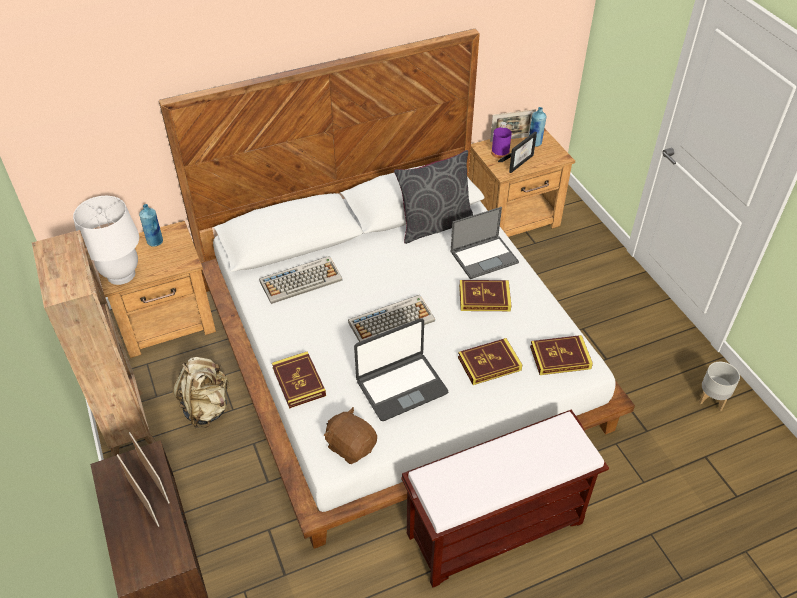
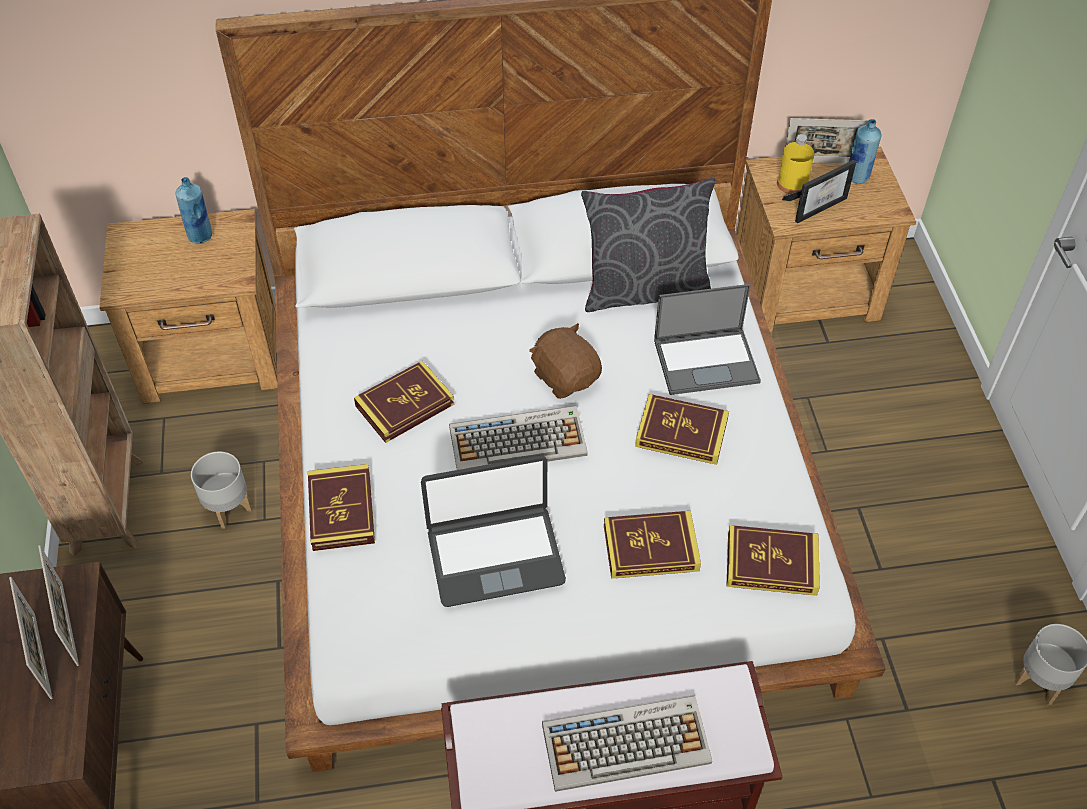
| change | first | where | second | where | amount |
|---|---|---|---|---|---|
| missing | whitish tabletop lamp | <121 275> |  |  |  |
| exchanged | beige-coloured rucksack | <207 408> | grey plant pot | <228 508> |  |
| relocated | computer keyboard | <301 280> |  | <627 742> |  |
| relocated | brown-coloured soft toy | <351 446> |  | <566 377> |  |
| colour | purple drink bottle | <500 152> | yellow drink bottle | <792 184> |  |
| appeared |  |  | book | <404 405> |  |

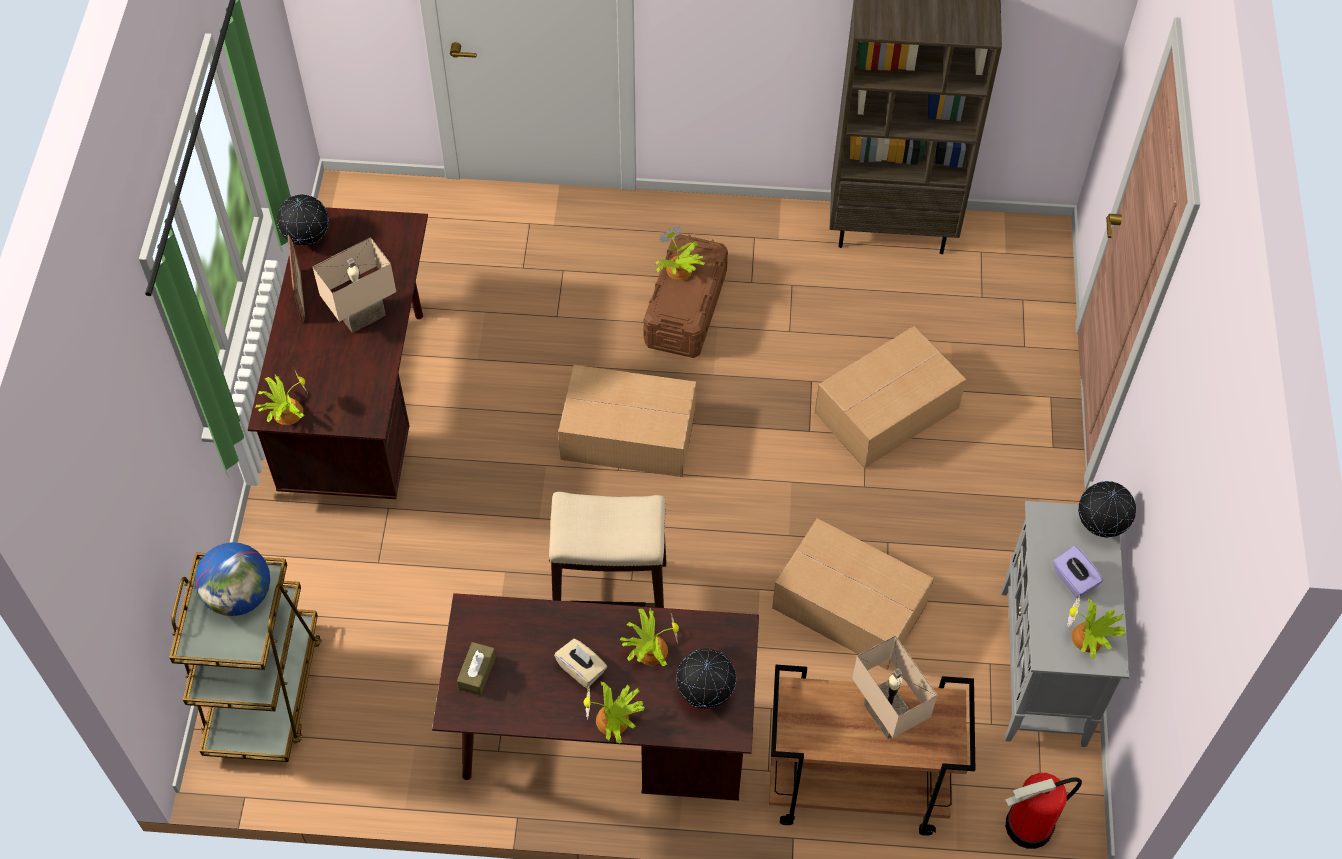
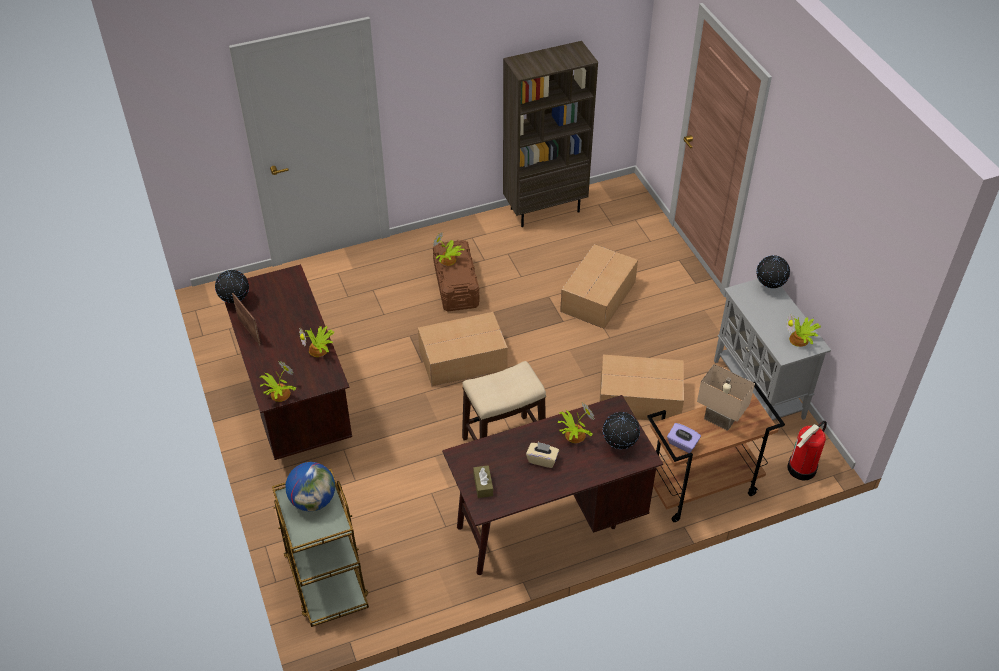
| change | first | where | second | where | amount |
|---|---|---|---|---|---|
| missing | beige-coloured tabletop lamp | <363 318> |  |  |  |
| relocated | houseplant | <614 721> |  | <319 350> |  |
| relocated | purple box of tissues | <1073 580> |  | <682 444> |  |

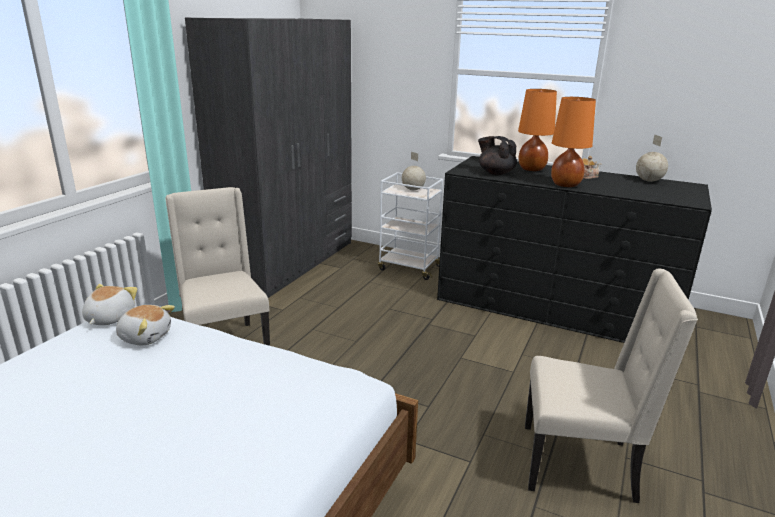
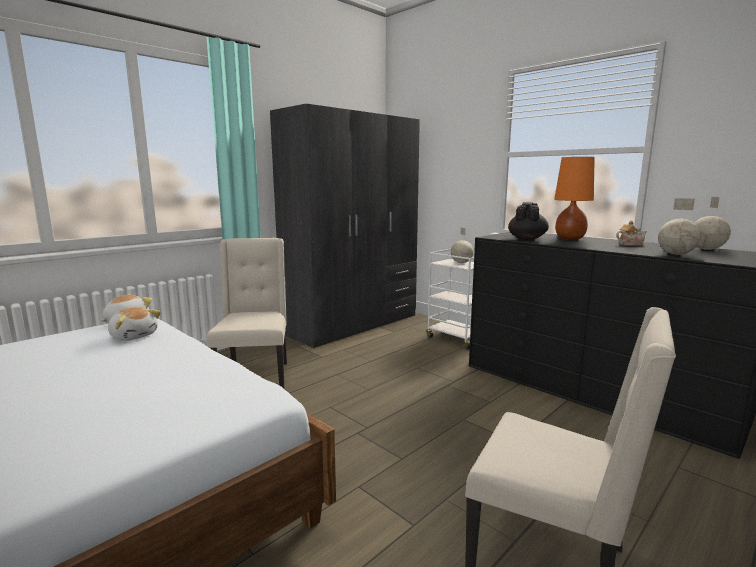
| change | first | where | second | where | amount |
|---|---|---|---|---|---|
| spun | black pot for tea | <495 173> |  | <527 239> | 45 degrees clockwise |
| missing | orange tabletop lamp | <566 185> |  |  |  |
| appeared |  |  | world globe | <675 254> |  |

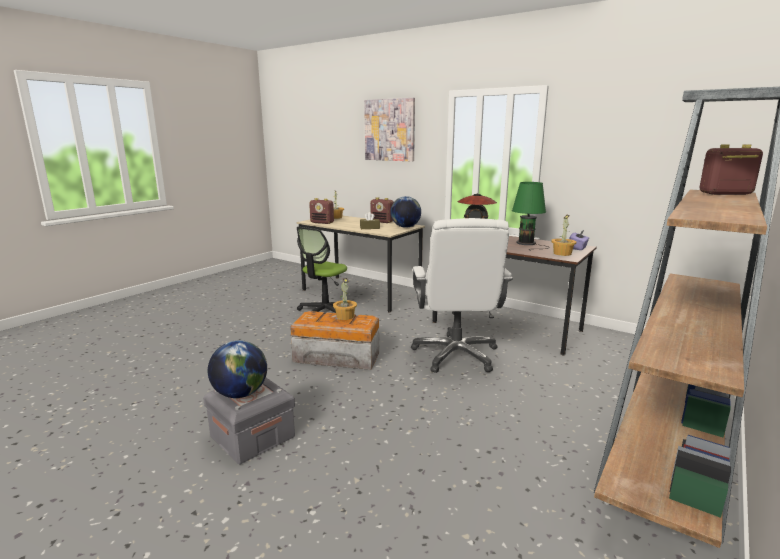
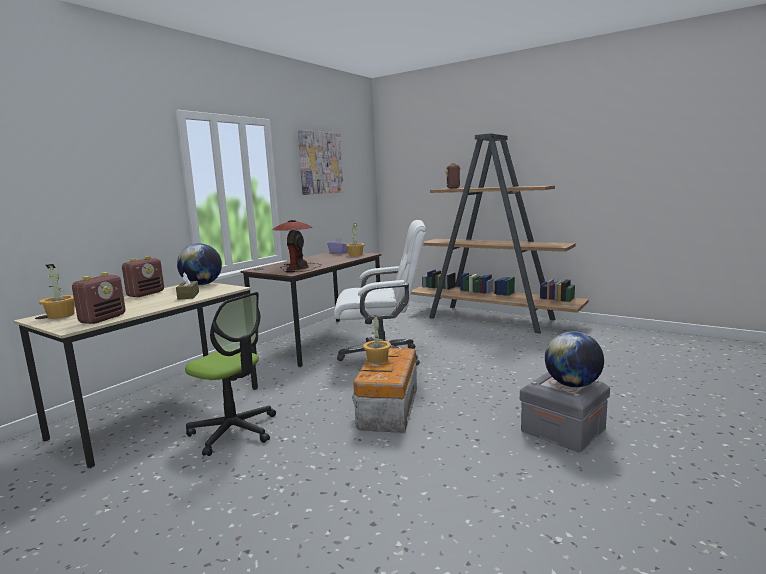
| change | first | where | second | where | amount |
|---|---|---|---|---|---|
| relocated | wall art | <390 130> |  | <320 163> |  |
| missing | green-coloured tabletop lamp | <527 243> |  |  |  |

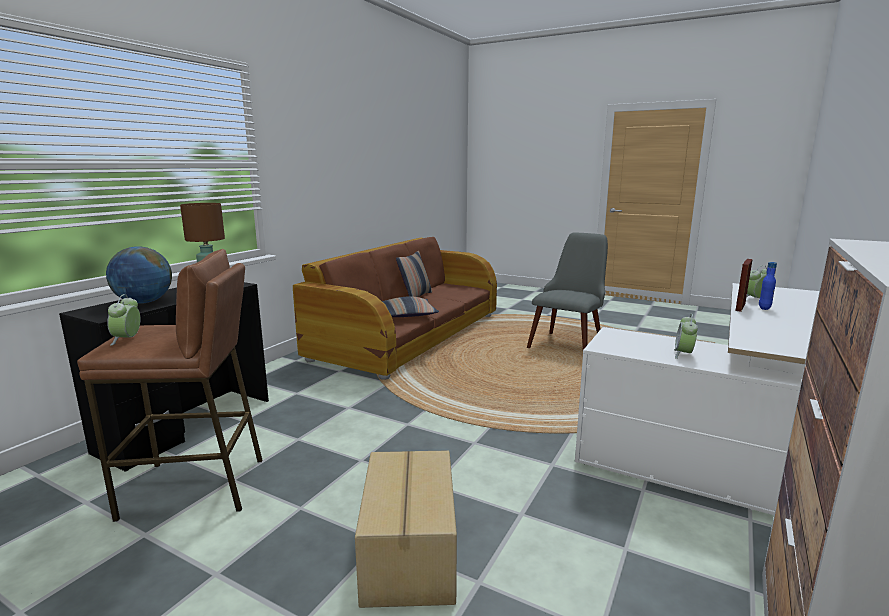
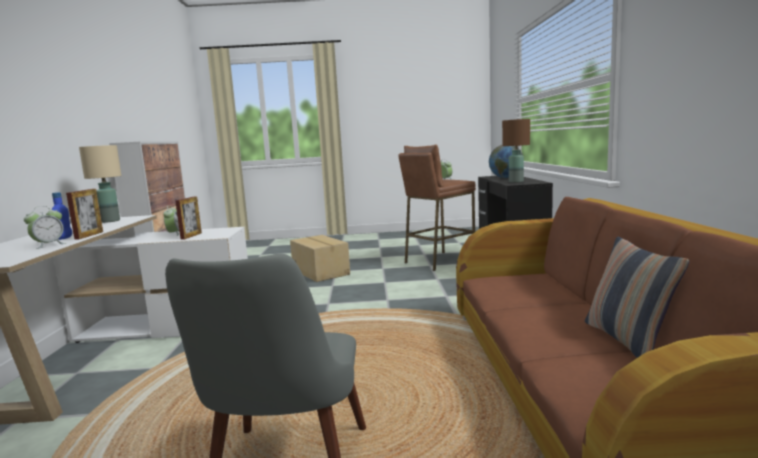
| change | first | where | second | where | amount |
|---|---|---|---|---|---|
| missing | pillow | <407 315> |  |  |  |
| appeared |  |  | beige-coloured tabletop lamp | <110 221> |  |
| appeared |  |  | picture frame | <191 236> |  |

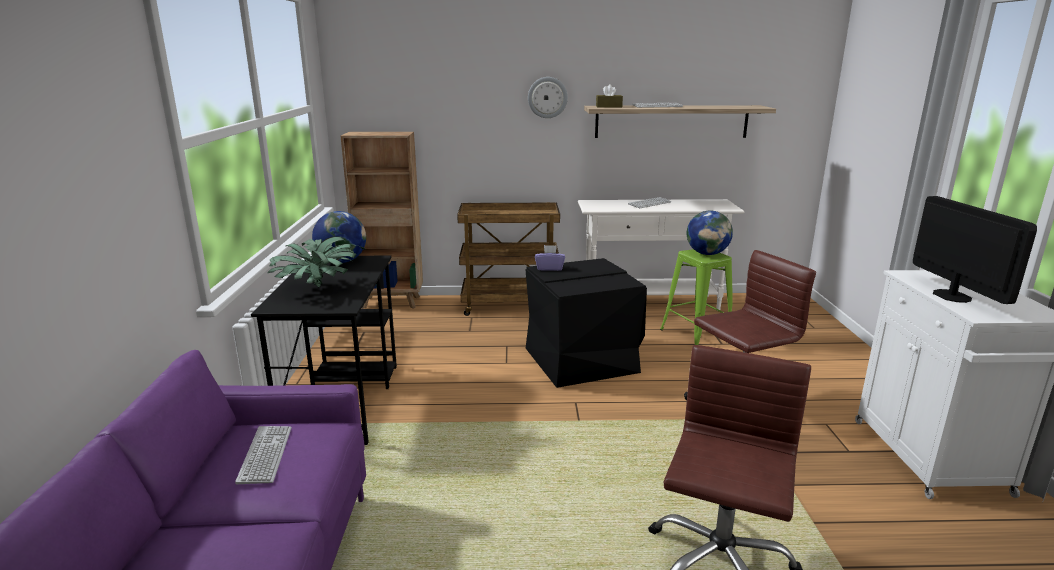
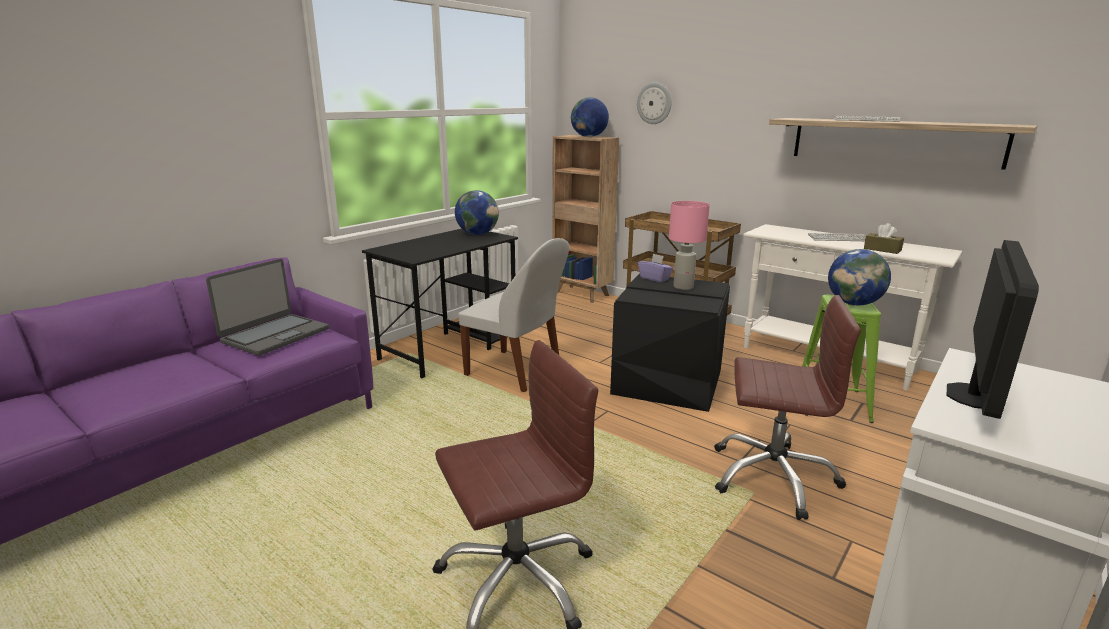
| change | first | where | second | where | amount |
|---|---|---|---|---|---|
| exchanged | computer keyboard | <265 455> | portable computer | <275 335> |  |
| missing | houseplant | <317 289> |  |  |  |
| relocated | hanging clock | <547 97> |  | <654 103> |  |
| relocated | brown-coloured box of tissues | <609 106> |  | <882 249> |  |
| appeared |  |  | whitish plain chair | <515 371> |  |
| appeared |  |  | world globe | <589 137> |  |
| appeared |  |  | pinkish tabletop lamp | <683 287> |  |

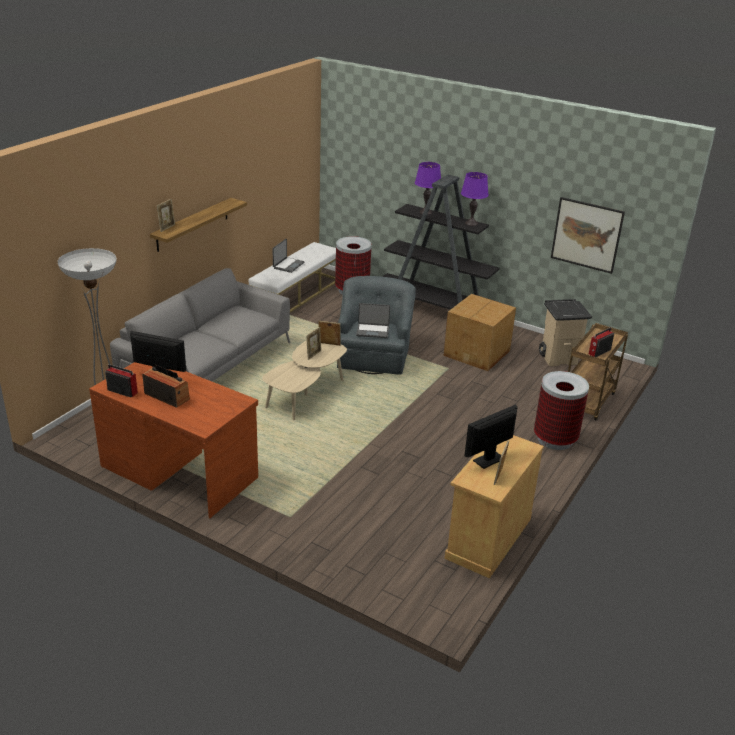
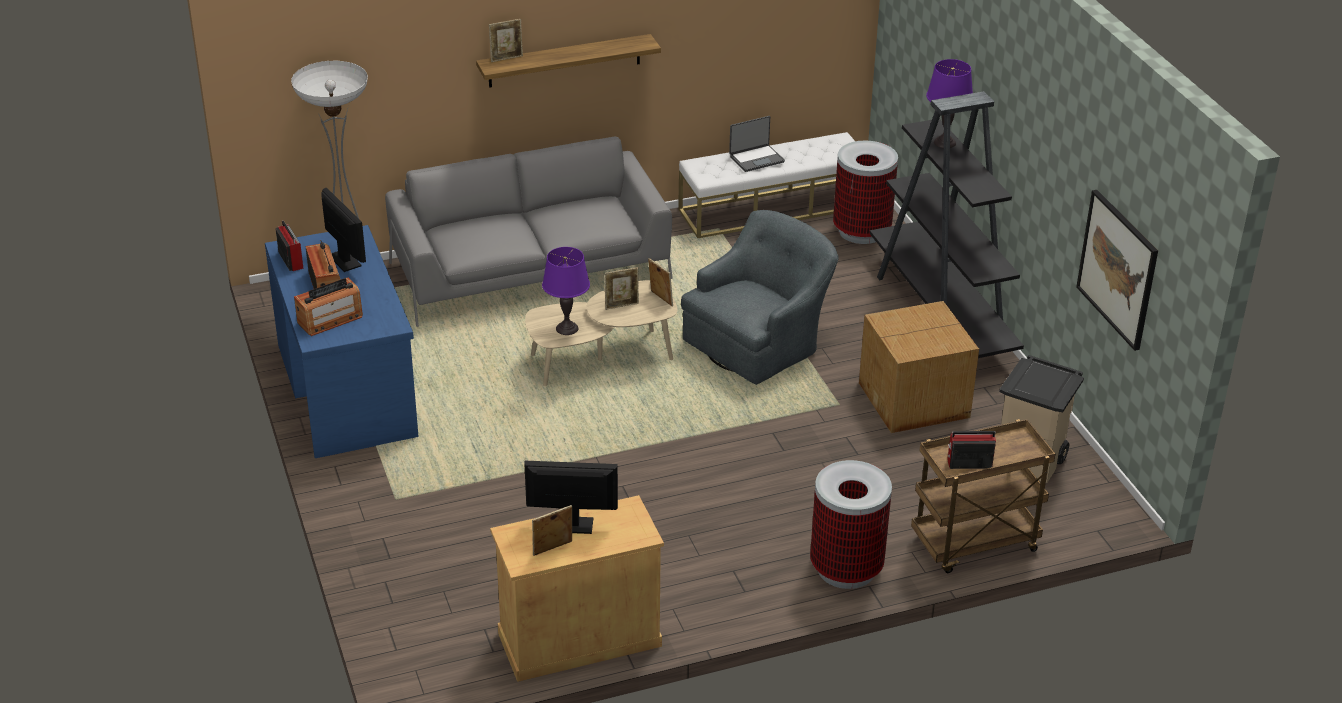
| change | first | where | second | where | amount |
|---|---|---|---|---|---|
| colour | brown-coloured desk unit | <179 471> | blue desk unit | <347 389> |  |
| missing | portable computer | <372 331> |  |  |  |
| relocated | purple tabletop lamp | <471 223> |  | <567 328> |  |
| appeared |  |  | radio receiver | <330 320> |  |

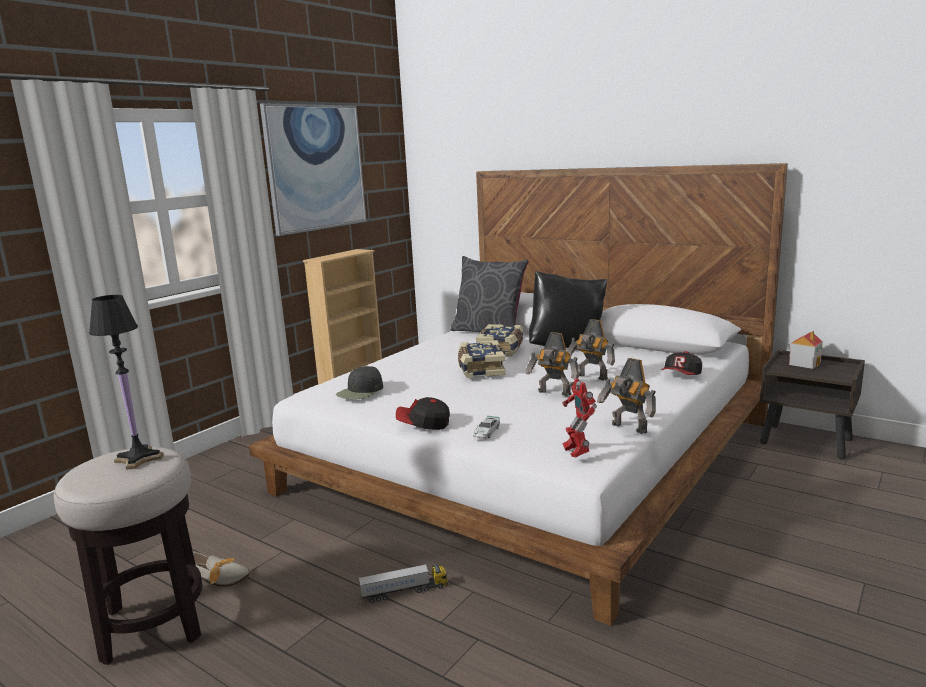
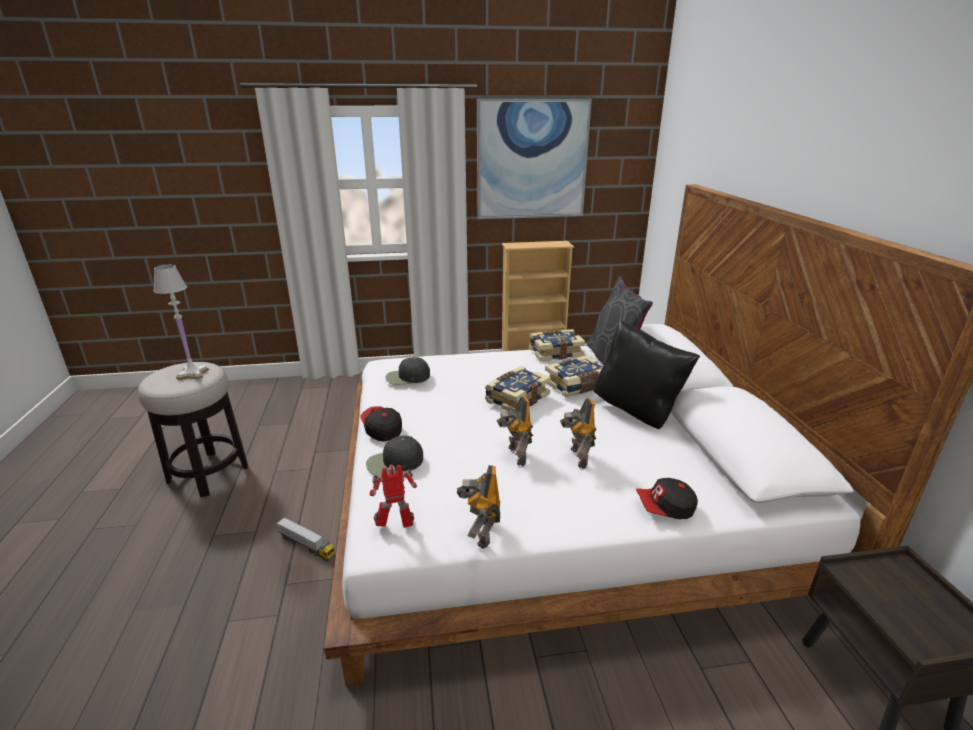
| change | first | where | second | where | amount |
|---|---|---|---|---|---|
| colour | black tabletop lamp | <139 458> | whitish tabletop lamp | <193 374> |  |
| missing | shoe | <221 578> |  |  |  |
| exchanged | miniature car | <486 432> | black baseball cap | <394 463> |  |
| spun | model robot | <576 453> |  | <396 526> | 45 degrees clockwise |
| missing | toy house | <804 363> |  |  |  |
| appeared |  |  | book | <555 352> |  |

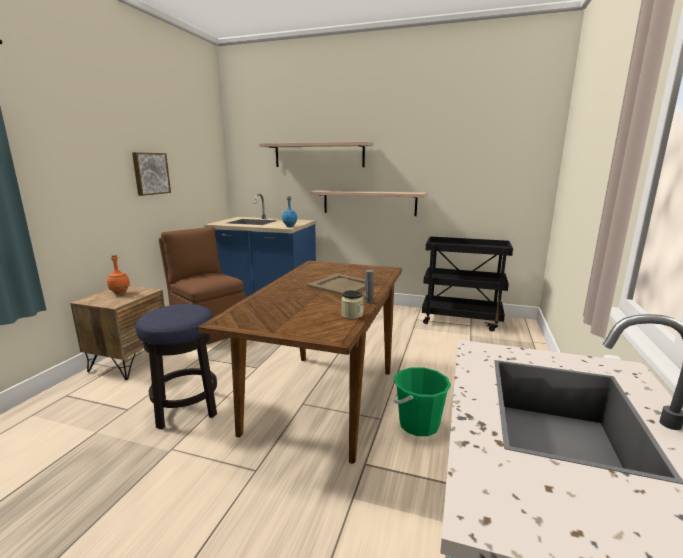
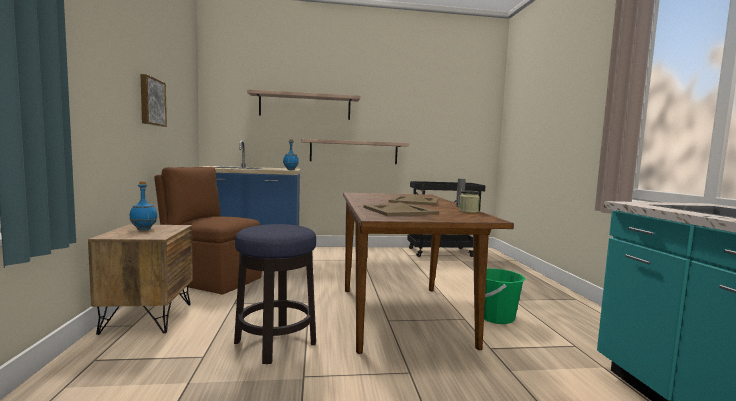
| change | first | where | second | where | amount |
|---|---|---|---|---|---|
| colour | orange drink bottle | <120 293> | blue drink bottle | <144 229> |  |
| appeared |  |  | beige-coloured carrying tray | <400 210> |  |

